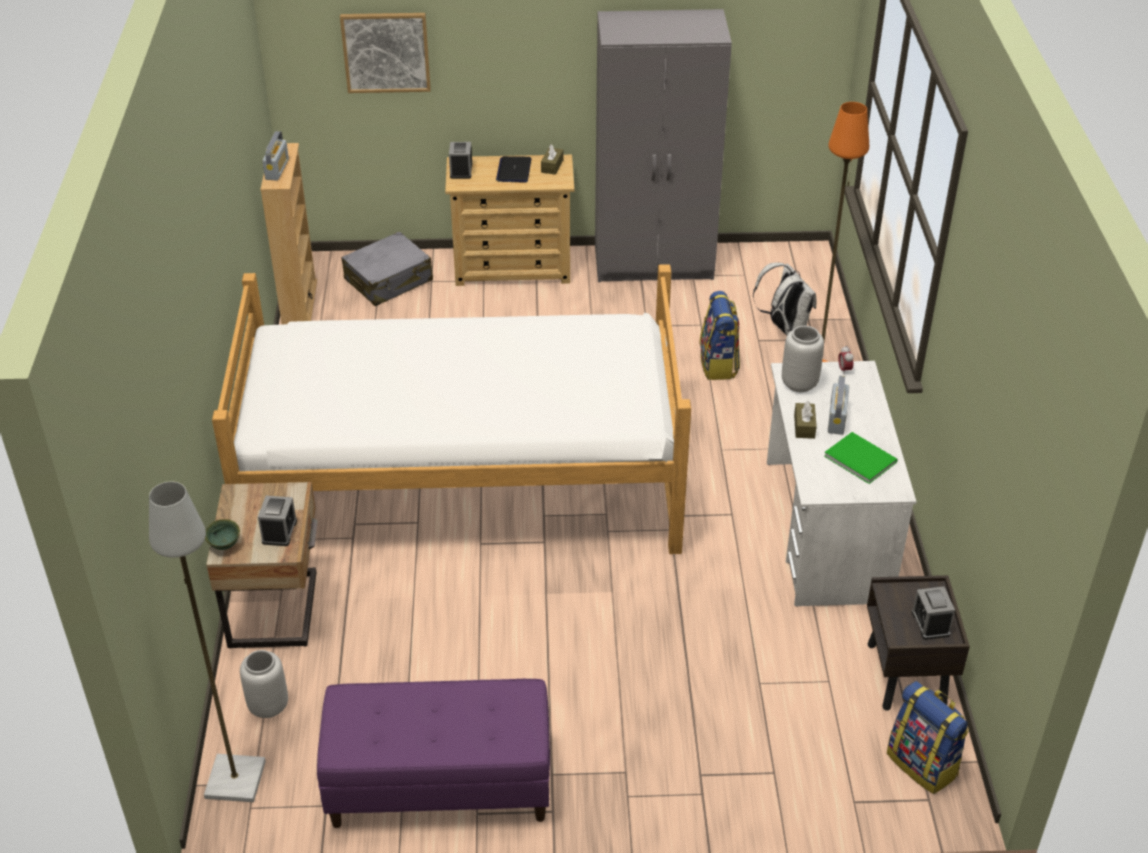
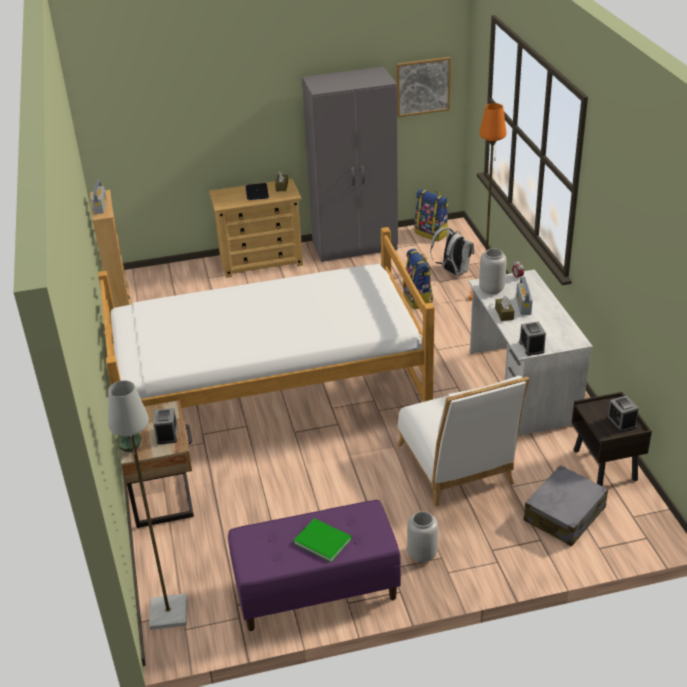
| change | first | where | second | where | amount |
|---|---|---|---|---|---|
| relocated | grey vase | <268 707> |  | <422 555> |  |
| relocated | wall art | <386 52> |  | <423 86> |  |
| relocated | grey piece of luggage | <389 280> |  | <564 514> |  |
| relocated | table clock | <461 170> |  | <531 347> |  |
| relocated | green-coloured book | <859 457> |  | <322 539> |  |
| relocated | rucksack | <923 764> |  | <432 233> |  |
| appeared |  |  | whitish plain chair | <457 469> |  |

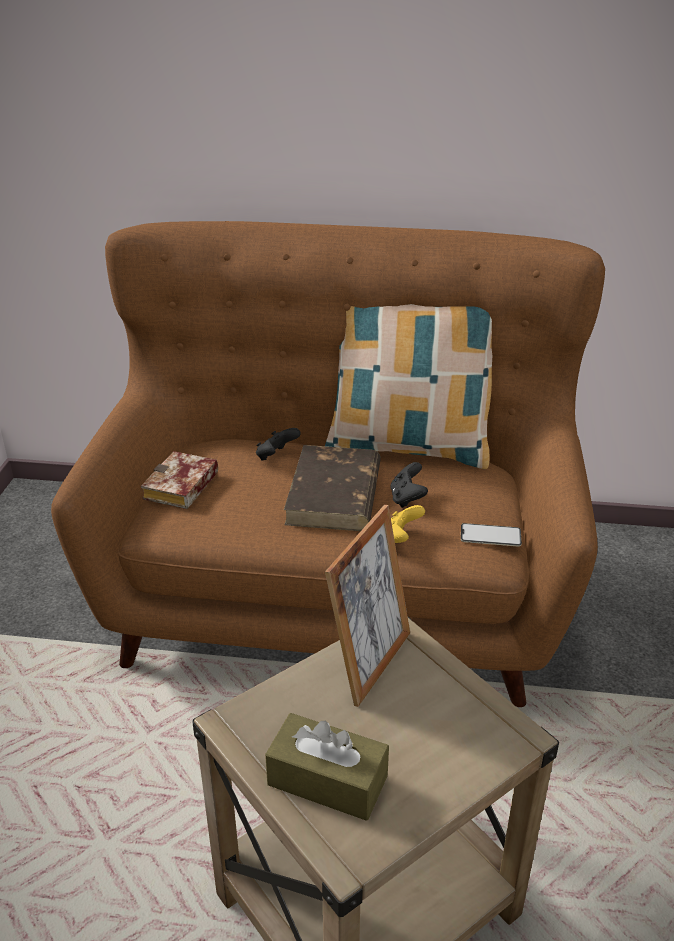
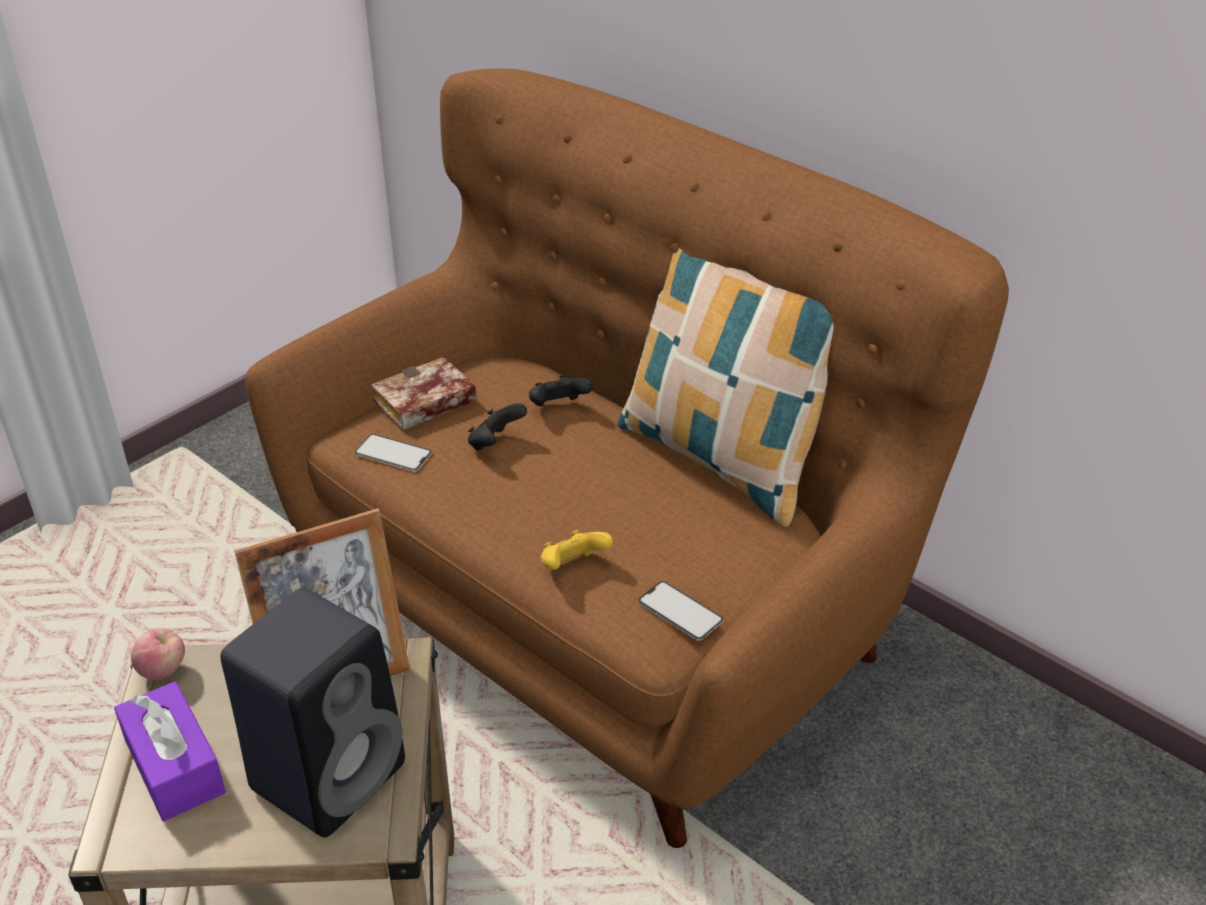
| change | first | where | second | where | amount |
|---|---|---|---|---|---|
| colour | brown-coloured box of tissues | <327 780> | purple box of tissues | <174 766> |  |
| missing | brown-coloured book | <334 494> |  |  |  |
| relocated | black game controller | <407 498> |  | <495 443> |  |
| appeared |  |  | apple fruit | <163 670> |  |
| appeared |  |  | black speaker | <331 772> |  |
| appeared |  |  | handset | <393 453> |  |

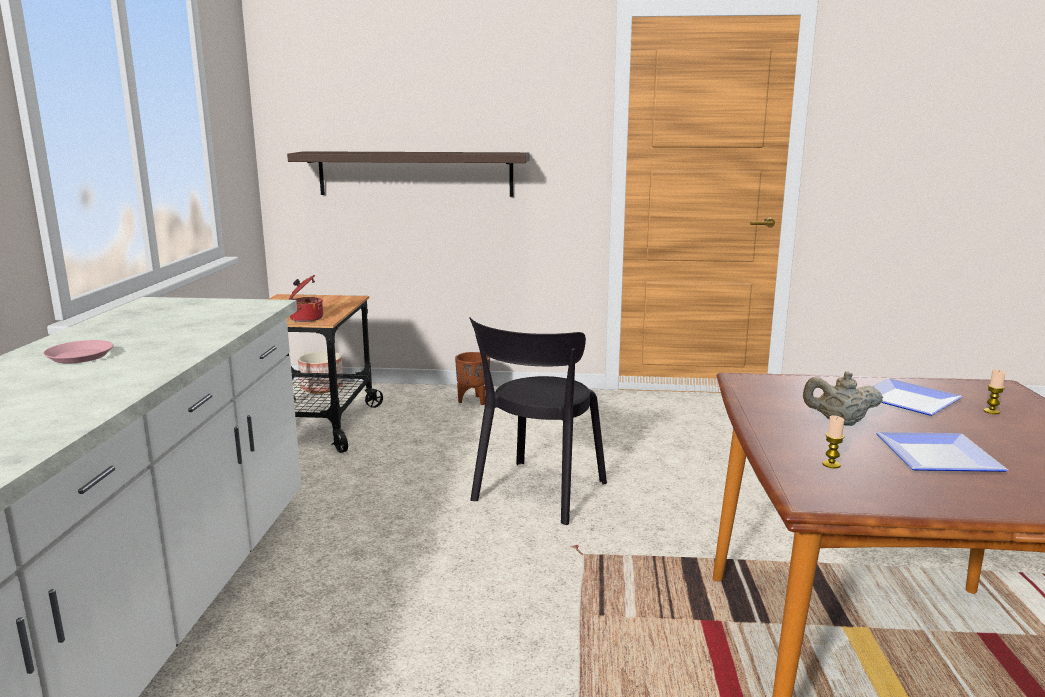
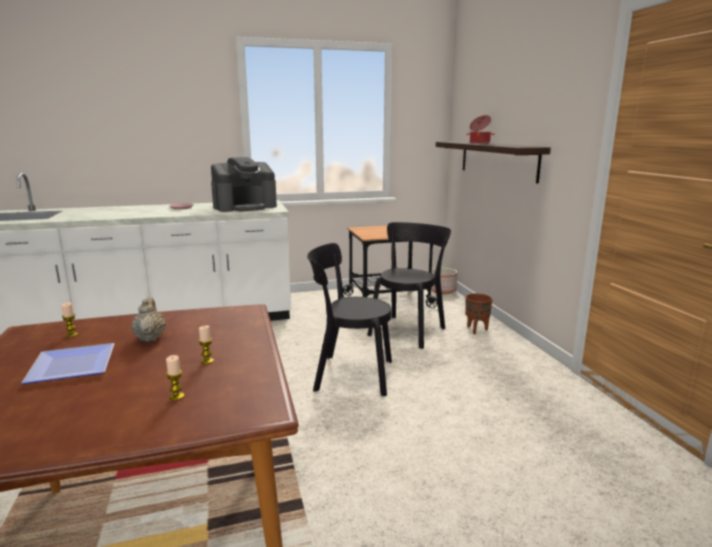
| change | first | where | second | where | amount |
|---|---|---|---|---|---|
| relocated | saucepot | <305 318> |  | <479 143> |  |
| exchanged | dinner plate | <906 399> | candle | <207 361> |  |
| appeared |  |  | coffee brewer | <245 207> |  |
| appeared |  |  | black plain chair | <408 330> |  |

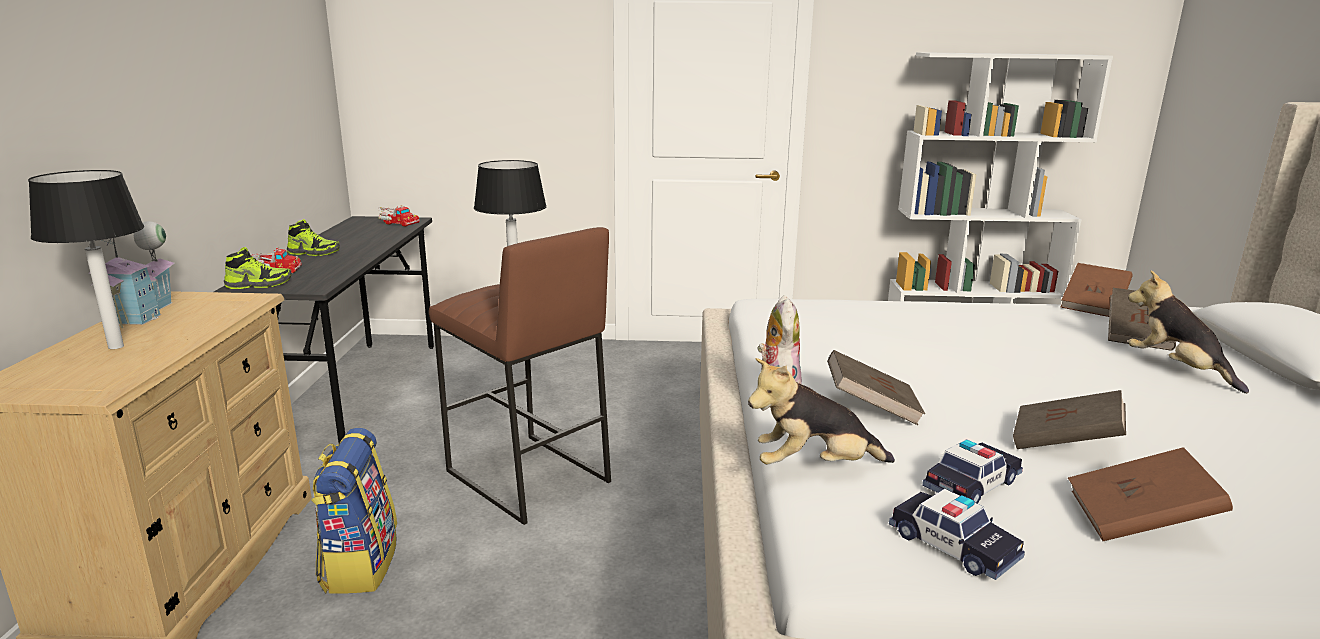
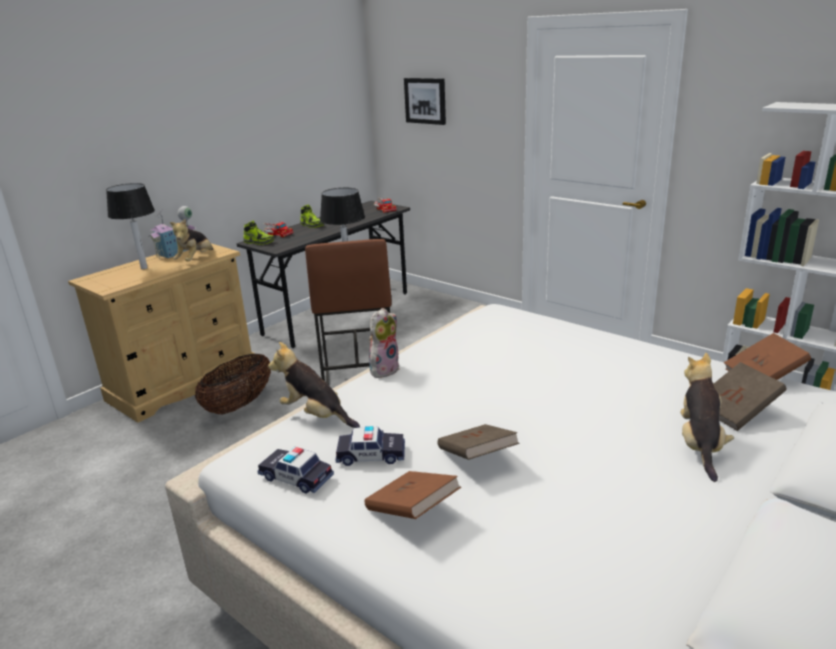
| change | first | where | second | where | amount |
|---|---|---|---|---|---|
| exchanged | rucksack | <359 564> | household basket | <239 405> |  |
| missing | brown-coloured book | <871 408> |  |  |  |
| spun | miniature car | <953 546> |  | <296 477> | 120 degrees clockwise |
| appeared |  |  | soft toy | <196 260> |  |
| appeared |  |  | wall art | <425 100> |  |

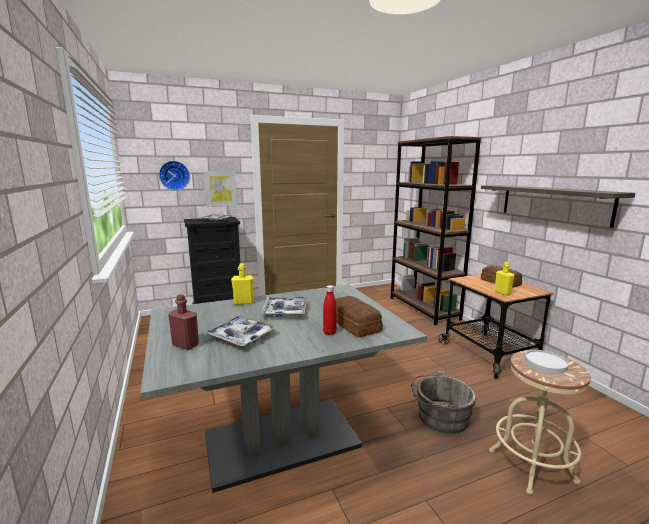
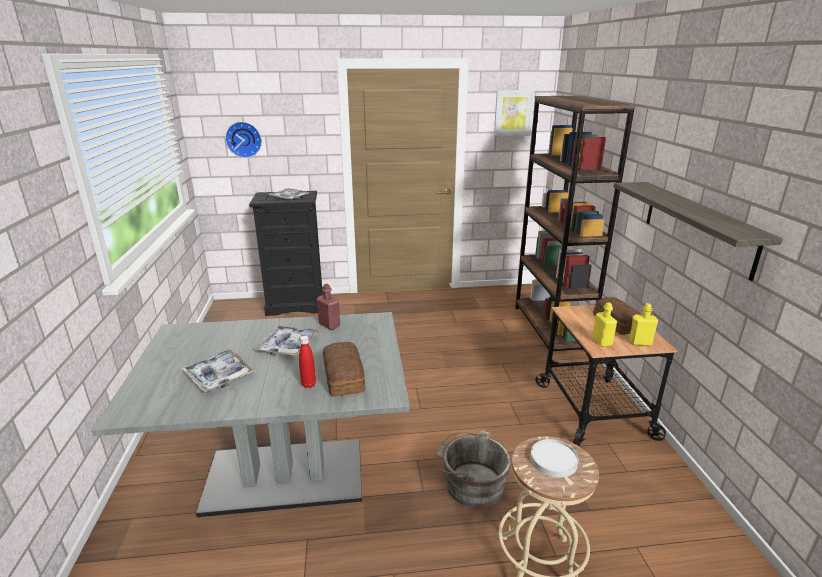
| change | first | where | second | where | amount |
|---|---|---|---|---|---|
| relocated | reddish drink bottle | <185 345> |  | <329 325> |  |
| relocated | wall art | <220 188> |  | <513 113> |  |
| relocated | yellow drink bottle | <243 302> |  | <640 343> |  |

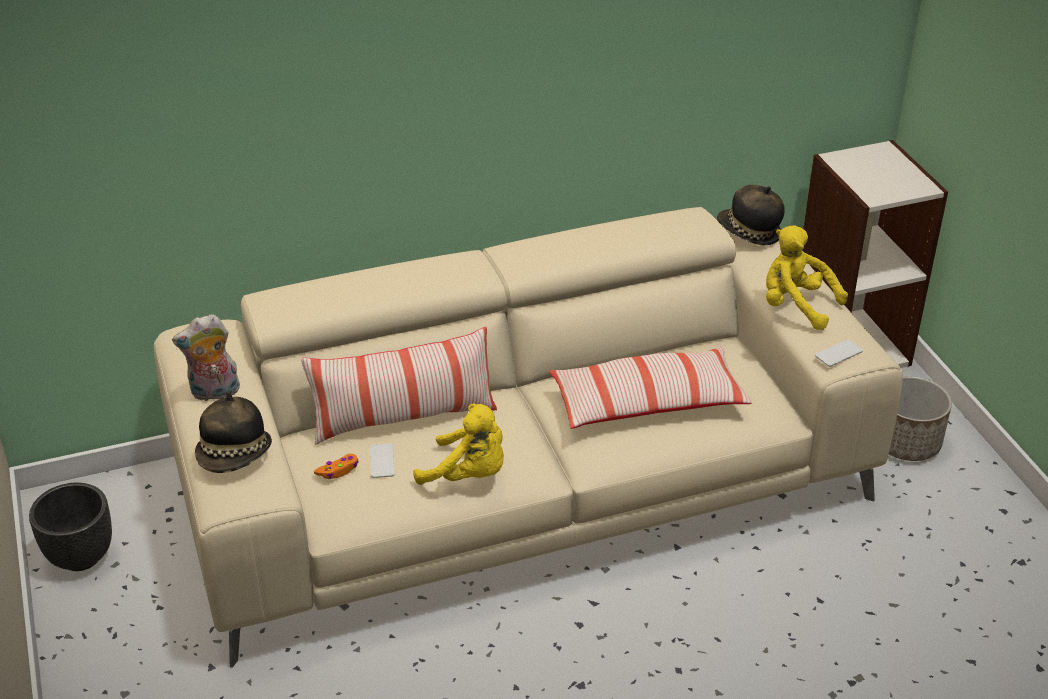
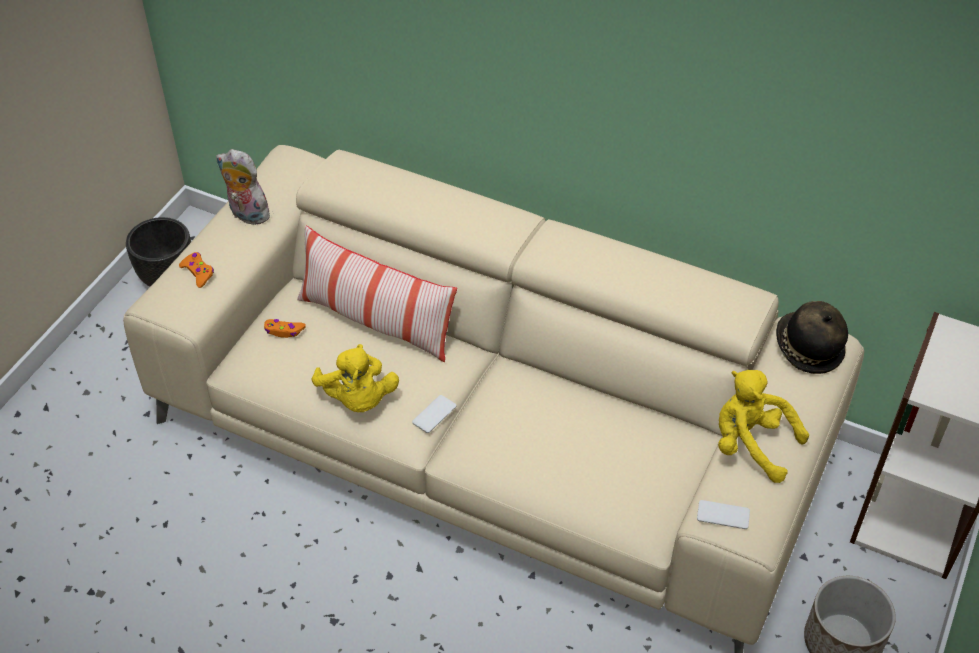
| change | first | where | second | where | amount |
|---|---|---|---|---|---|
| exchanged | hat | <235 456> | orange game controller | <198 272> |  |
| relocated | handset | <382 461> |  | <434 414> |  |
| missing | pillow | <648 403> |  |  |  |
| spun | yellow soft toy | <795 306> |  | <750 445> | 45 degrees counterclockwise |

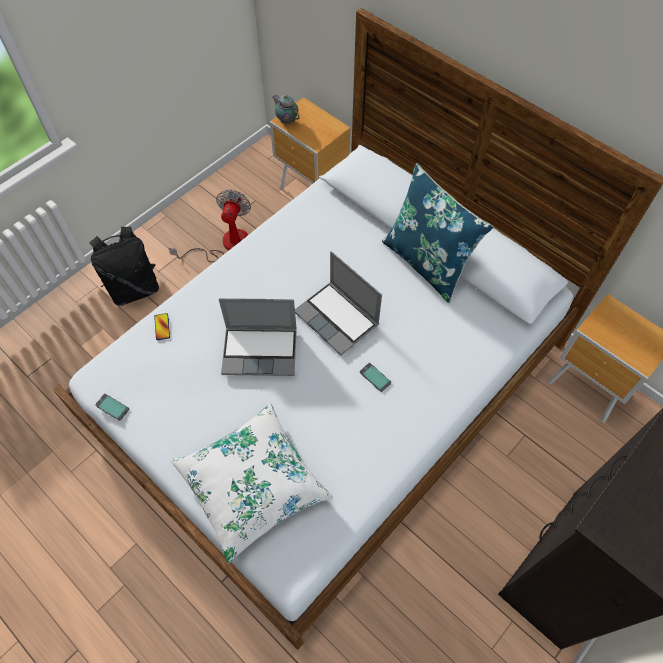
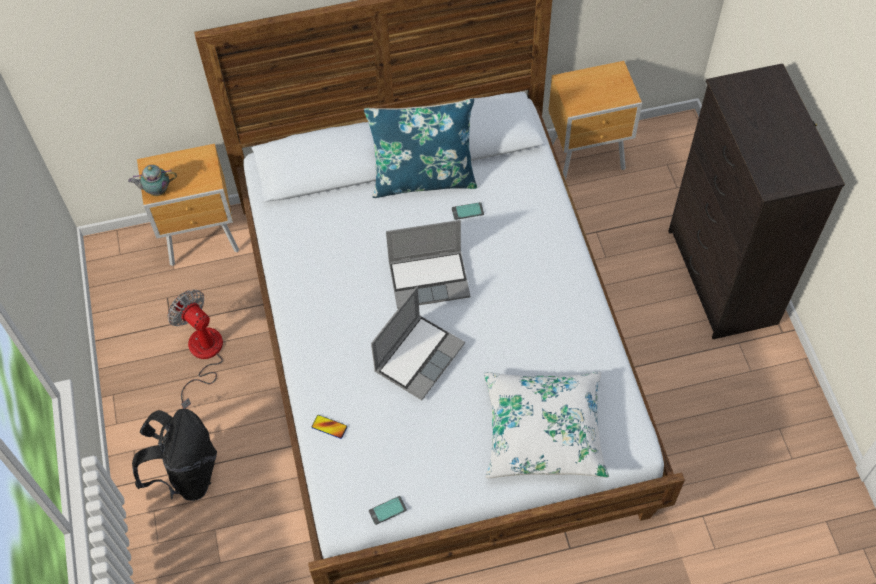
| change | first | where | second | where | amount |
|---|---|---|---|---|---|
| relocated | handset | <375 377> |  | <467 211> |  |

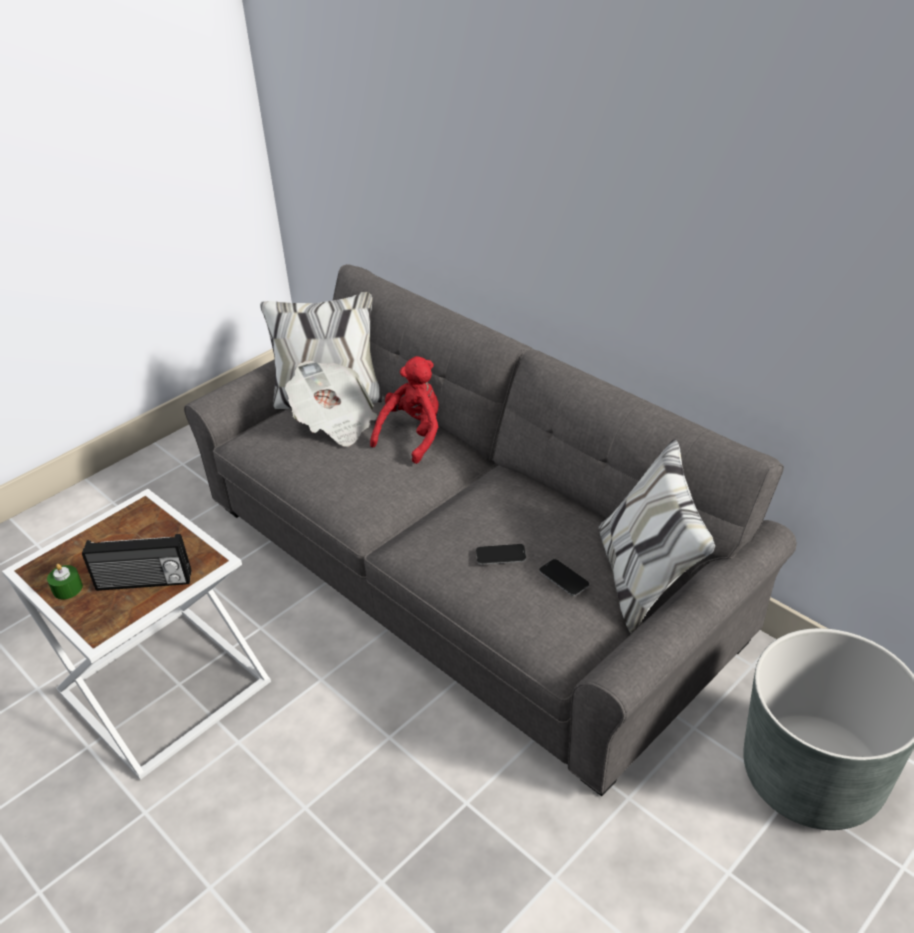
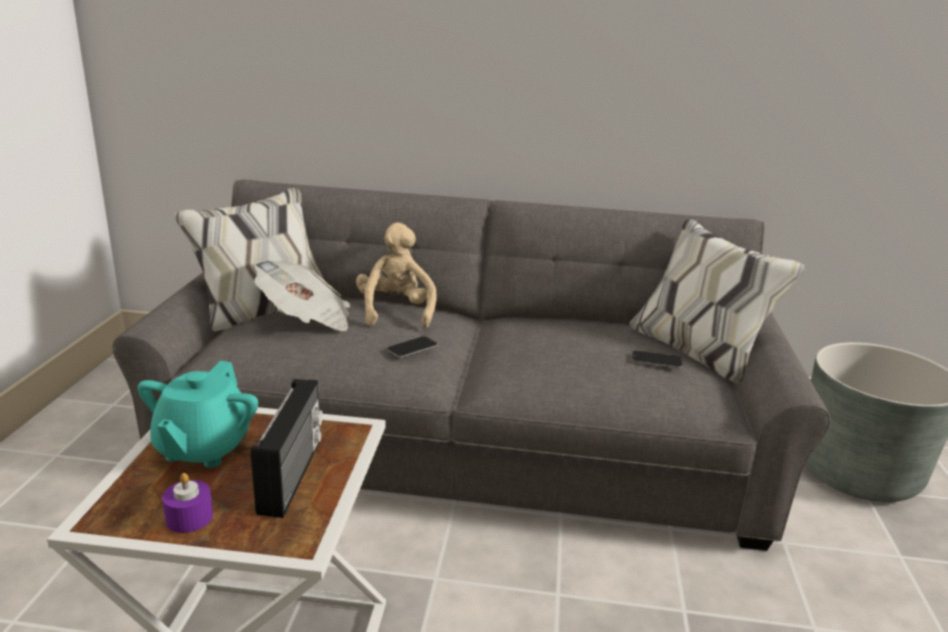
| change | first | where | second | where | amount |
|---|---|---|---|---|---|
| colour | green-coloured candle | <67 589> | purple candle | <189 517> |  |
| spun | radio receiver | <144 582> |  | <293 475> | 45 degrees counterclockwise |
| colour | reddish soft toy | <413 435> | beige-coloured soft toy | <396 312> |  |
| relocated | handset | <501 555> |  | <412 348> |  |
| appeared |  |  | turquoise pot for tea | <203 448> |  |

